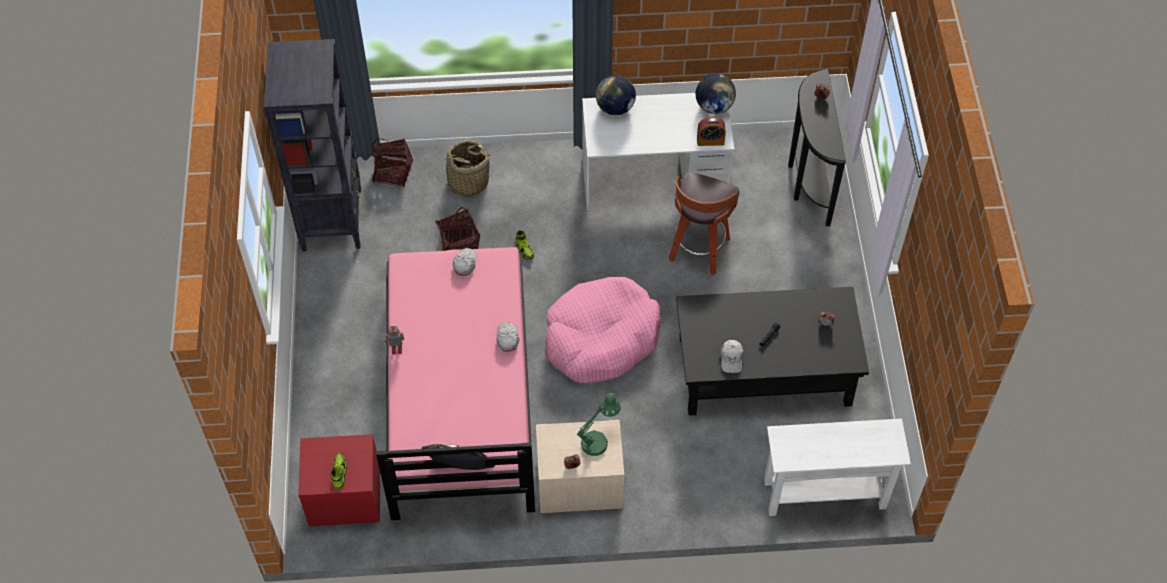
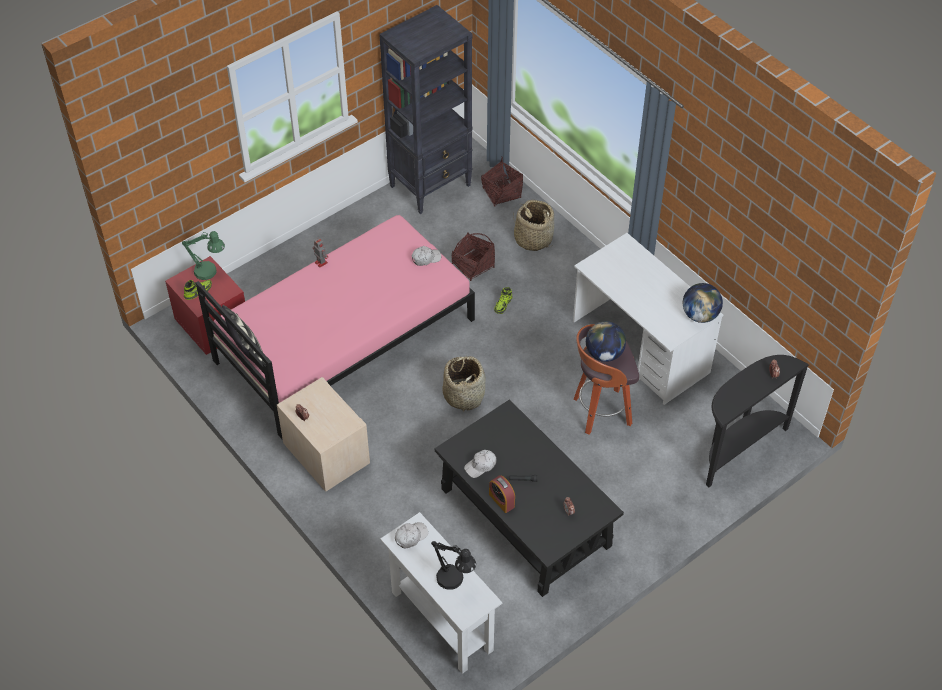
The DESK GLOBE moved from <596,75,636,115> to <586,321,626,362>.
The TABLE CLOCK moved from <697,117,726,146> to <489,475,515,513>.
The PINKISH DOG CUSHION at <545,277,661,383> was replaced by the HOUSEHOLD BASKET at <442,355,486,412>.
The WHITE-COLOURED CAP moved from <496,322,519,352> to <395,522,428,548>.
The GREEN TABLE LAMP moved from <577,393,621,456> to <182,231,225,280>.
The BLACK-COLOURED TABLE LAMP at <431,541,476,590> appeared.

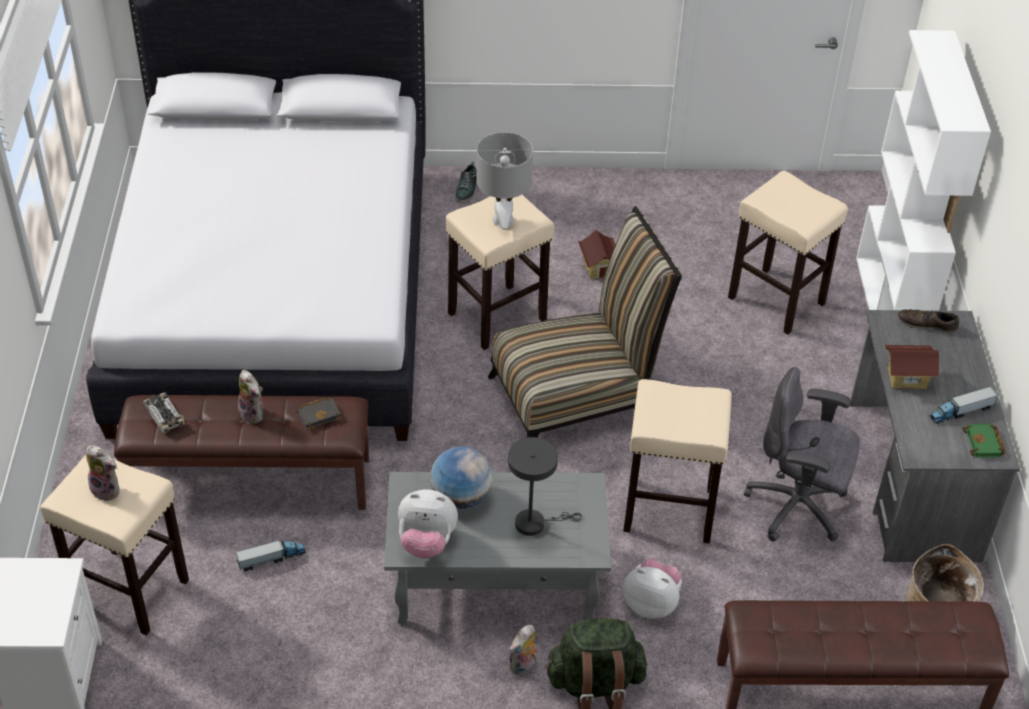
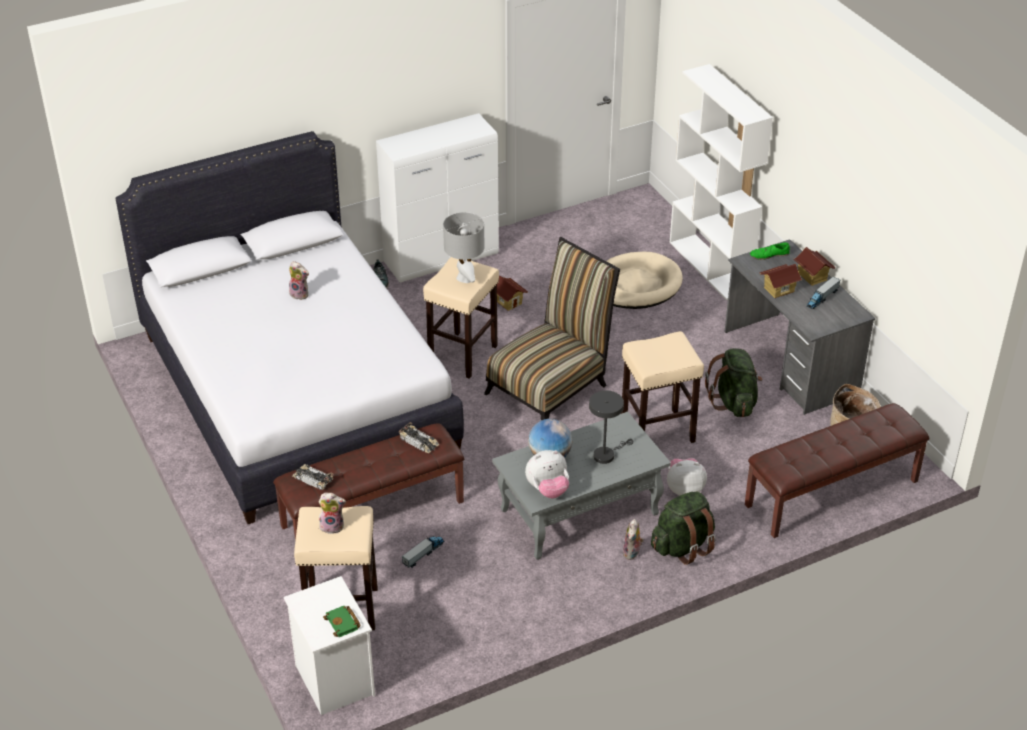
The BEIGE-COLOURED STOOL at <728,171,848,335> was replaced by the BEIGE-COLOURED DOG CUSHION at <607,252,683,309>.
The BROWN ITEM OF FOOTWEAR at <898,309,959,333> became the GREEN ITEM OF FOOTWEAR at <750,242,790,260>.
The GREYISH OFFICE CHAIR at <744,367,860,541> was replaced by the GREEN KNAPSACK at <705,348,762,417>.
The SOFT TOY moved from <238,370,263,424> to <288,261,309,300>.
The BLACK-COLOURED BOUND BOOK at <297,397,341,430> was replaced by the MINIATURE CAR at <399,422,439,453>.
The GREEN BOUND BOOK moved from <962,424,1006,458> to <323,606,361,637>.
The WHITE-COLOURED CABINET at <376,113,499,283> appeared.
The MINIATURE HOUSE at <794,247,836,286> appeared.

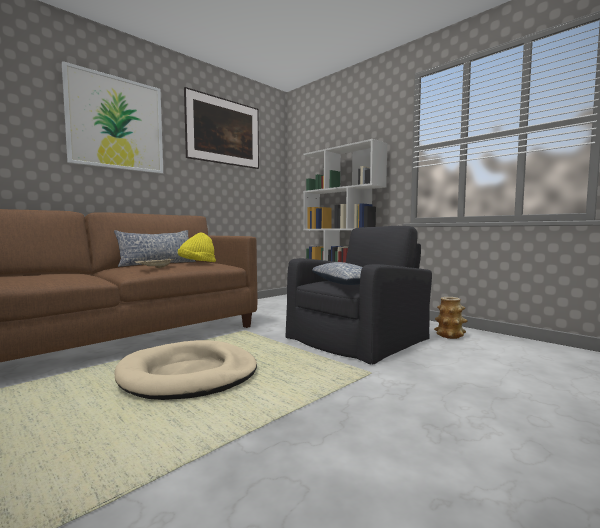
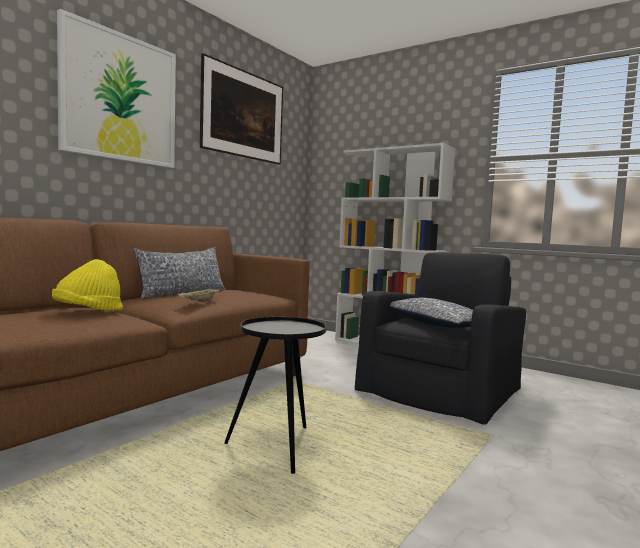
The YELLOW WEARABLE HAT moved from <178,232,216,262> to <52,259,123,311>.
The VASE at <434,297,468,339> disappeared.
The BEIGE-COLOURED DOG CUSHION at <114,340,257,400> was replaced by the BLACK-COLOURED ACCENT TABLE at <224,317,326,474>.

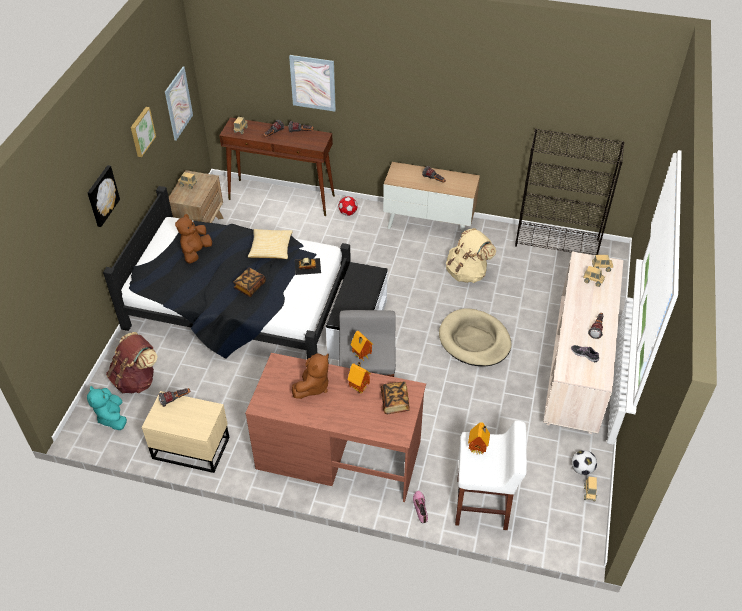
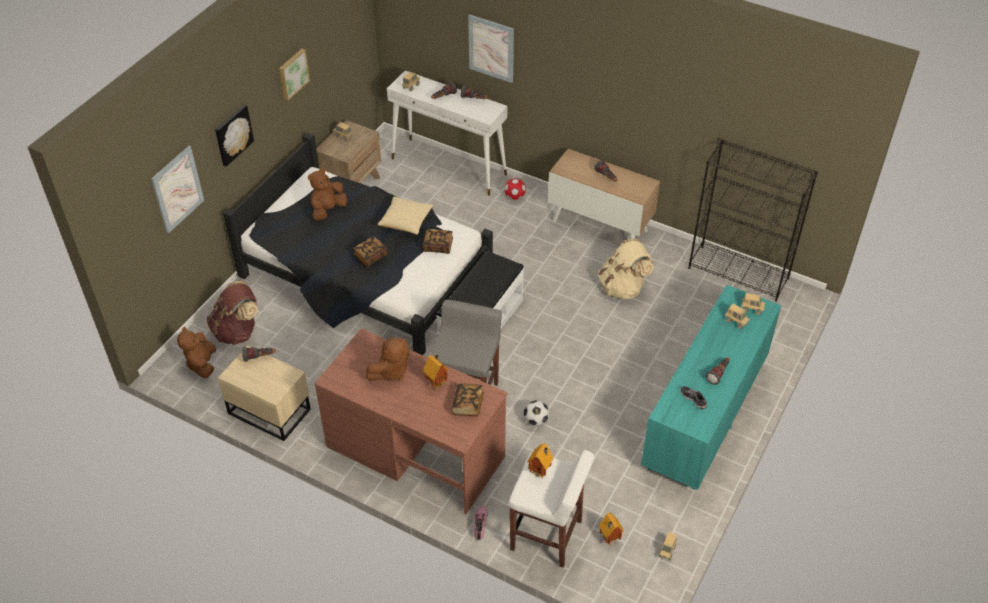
The WALL ART moved from <165,67,193,141> to <151,146,204,234>.
The BROWN NARROW TABLE at <219,117,335,216> became the WHITE-COLOURED NARROW TABLE at <387,71,507,196>.
The BEIGE-COLOURED DRAWER CHEST at <543,252,623,434> became the TURQUOISE DRAWER CHEST at <641,285,781,490>.
The MINIATURE CAR at <295,258,321,275> was replaced by the BOUND BOOK at <423,229,453,254>.
The BEIGE-COLOURED DOG CUSHION at <439,308,512,366> disappeared.
The MINIATURE HOUSE moved from <350,330,373,361> to <599,513,624,546>.
The TURQUOISE SOFT TOY at <87,386,127,430> became the BROWN SOFT TOY at <177,327,216,378>.
The FOOTBALL moved from <572,450,597,475> to <524,400,549,426>.

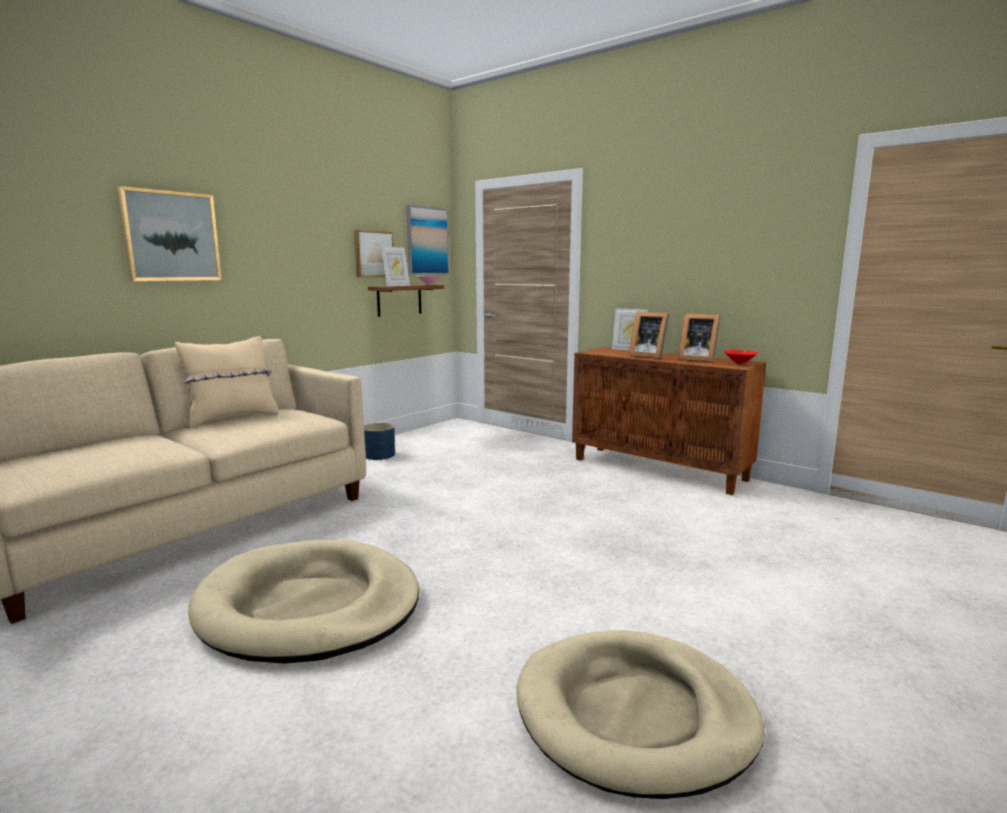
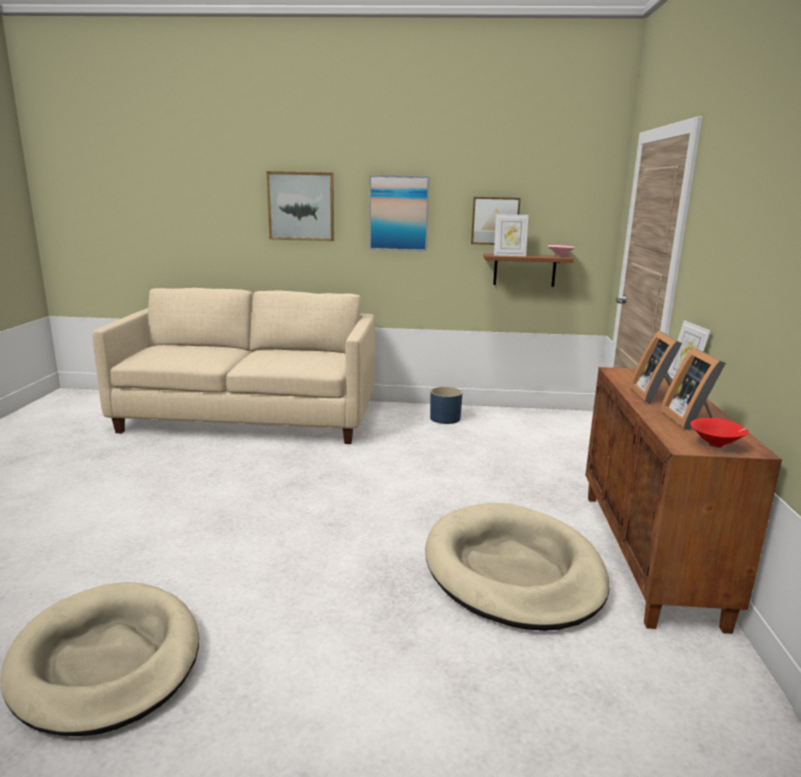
The WALL ART moved from <406,205,449,275> to <369,175,429,251>.
The BEIGE-COLOURED PILLOW at <175,336,278,427> disappeared.
The BEIGE-COLOURED DOG CUSHION moved from <188,540,419,664> to <425,503,609,631>.

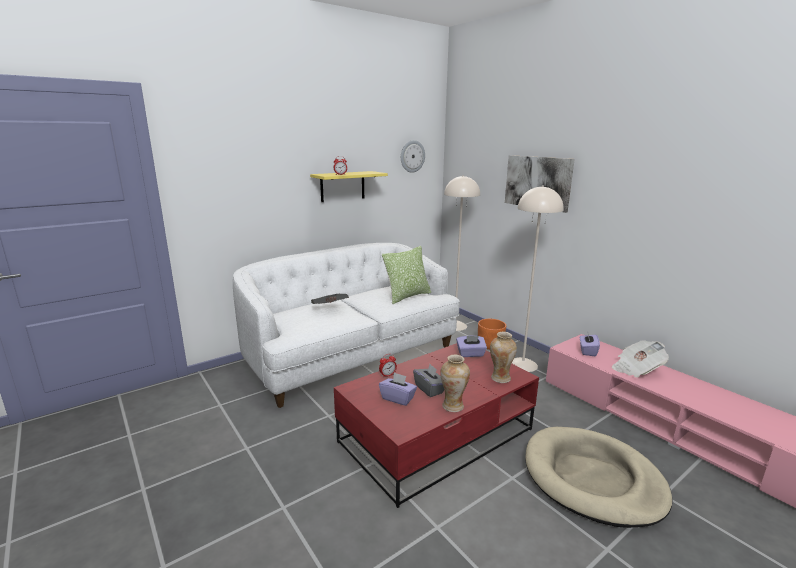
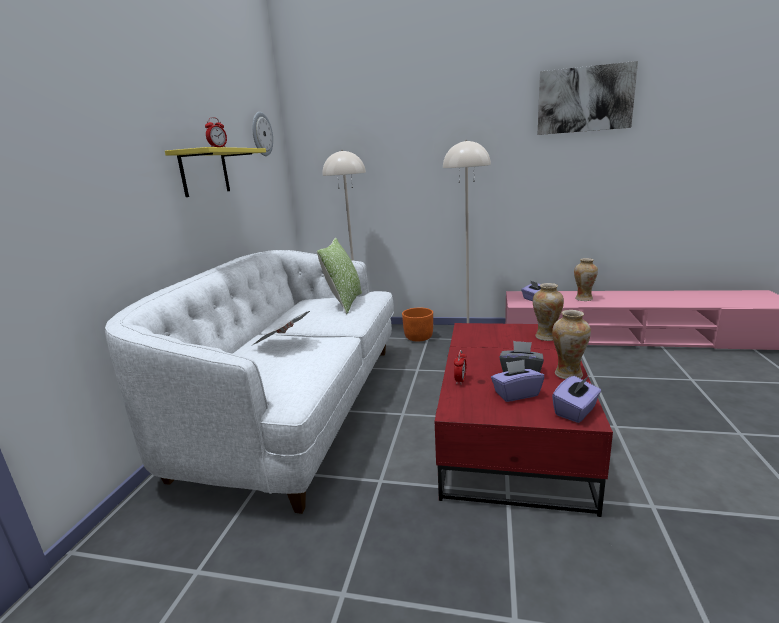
The WALL ART moved from <505,155,575,213> to <537,61,638,135>.
The PURPLISH TISSUE BOX moved from <456,336,487,357> to <552,376,601,423>.
The NEWSPAPER at <612,340,669,378> was replaced by the VASE at <574,258,598,301>.
The BEIGE-COLOURED DOG CUSHION at <525,427,673,528> disappeared.

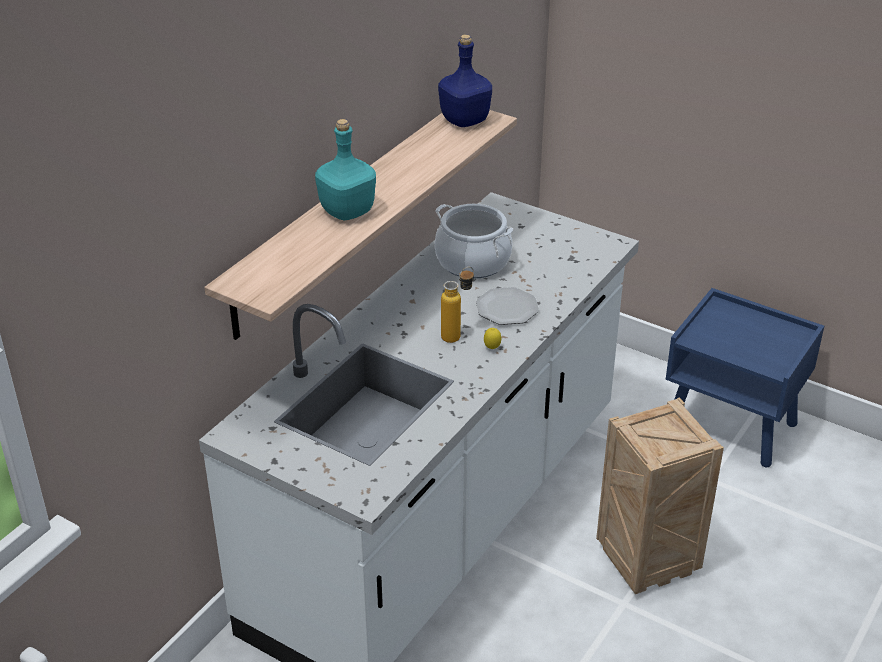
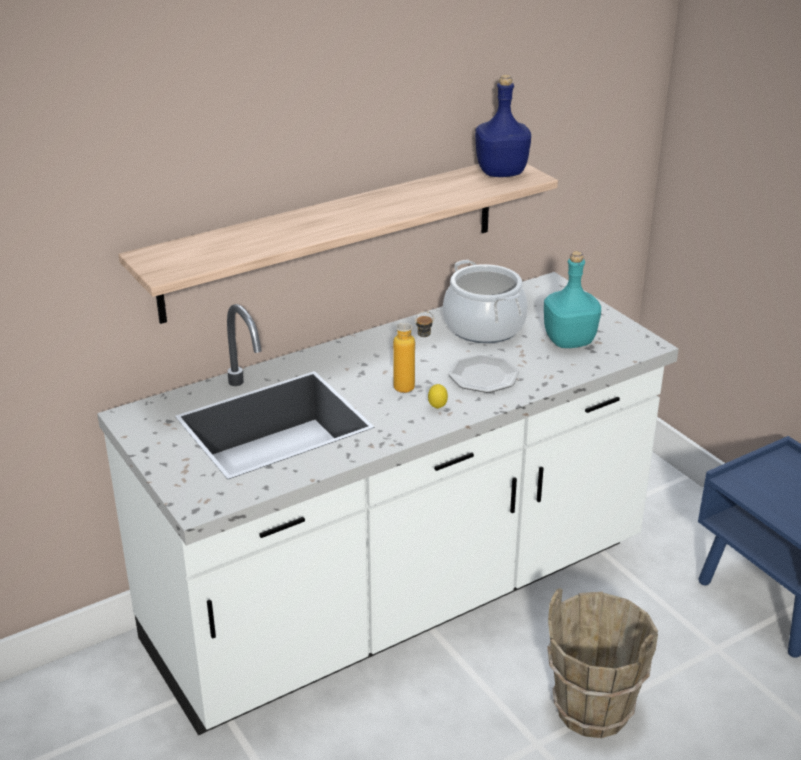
The TURQUOISE BOTTLE moved from <315,119,376,221> to <544,251,601,348>.
The CRATE at <596,397,724,594> was replaced by the BROWN WATER BUCKET at <547,588,658,738>.

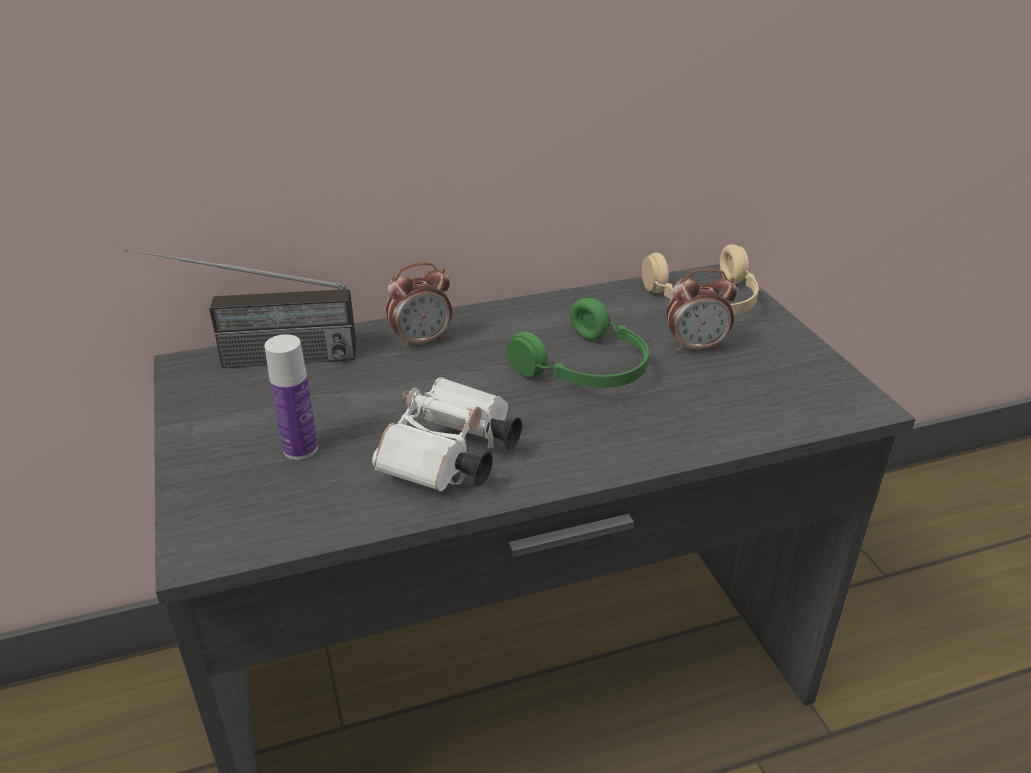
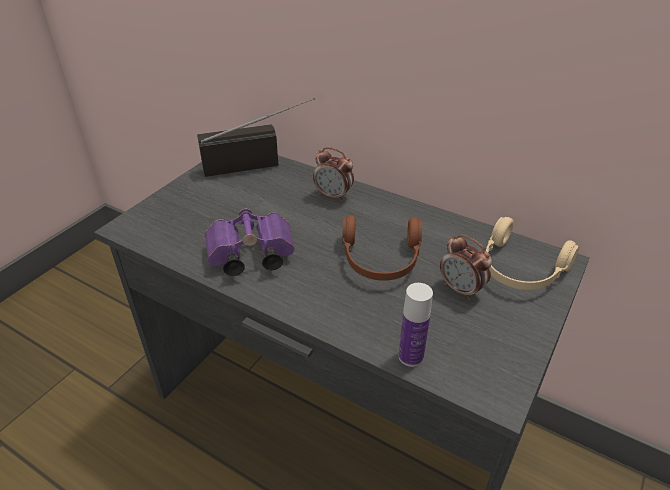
The RADIO RECEIVER at <125,248,356,368> turned 120 degrees clockwise.
The GREEN HEADSET at <506,298,649,388> became the BROWN HEADSET at <342,215,422,281>.
The BOTTLE moved from <264,334,318,460> to <398,283,433,367>.
The WHITE-COLOURED BINOCULARS at <372,377,522,491> became the PURPLISH BINOCULARS at <205,209,294,276>.

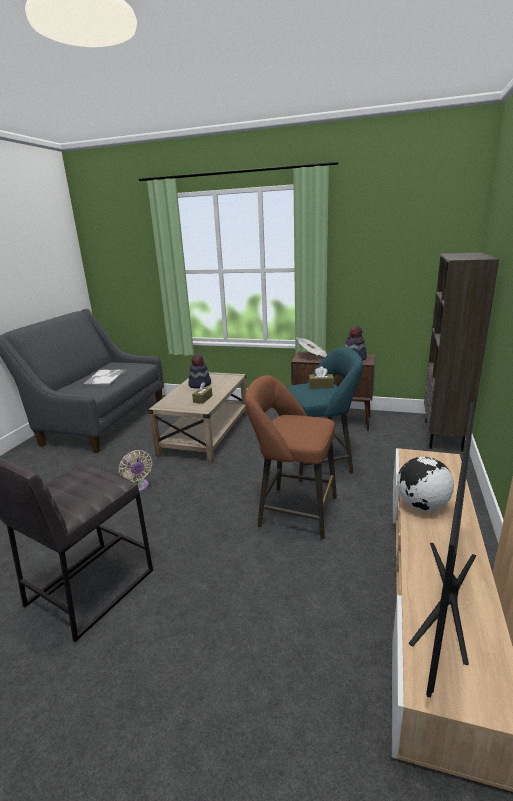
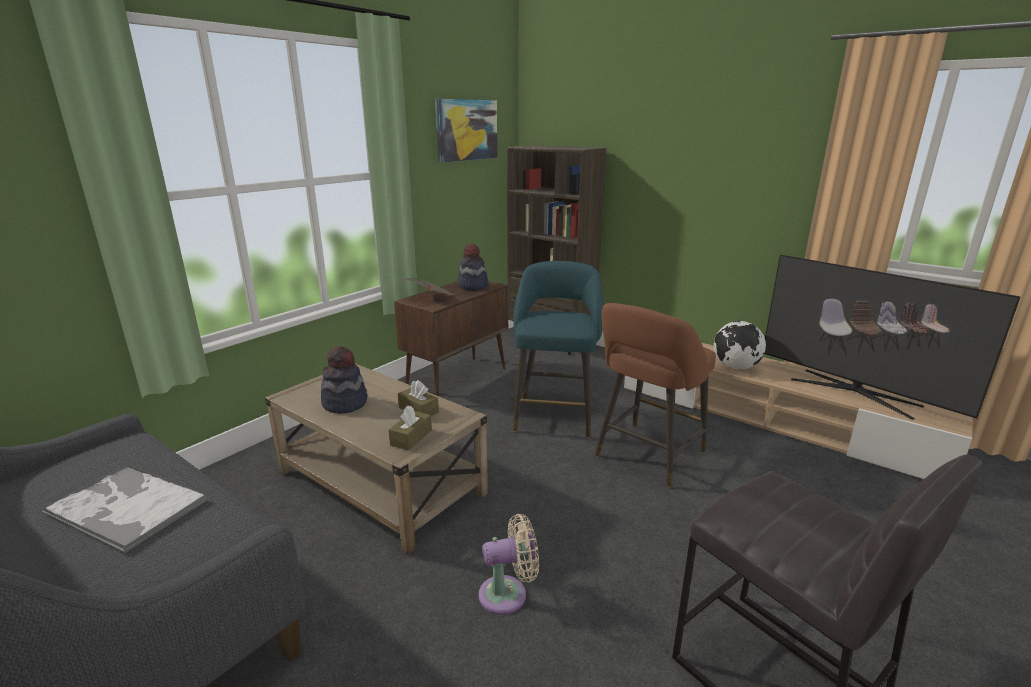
The BROWN TISSUE BOX moved from <309,366,334,389> to <389,406,432,451>.
The WALL ART at <435,98,498,163> appeared.

